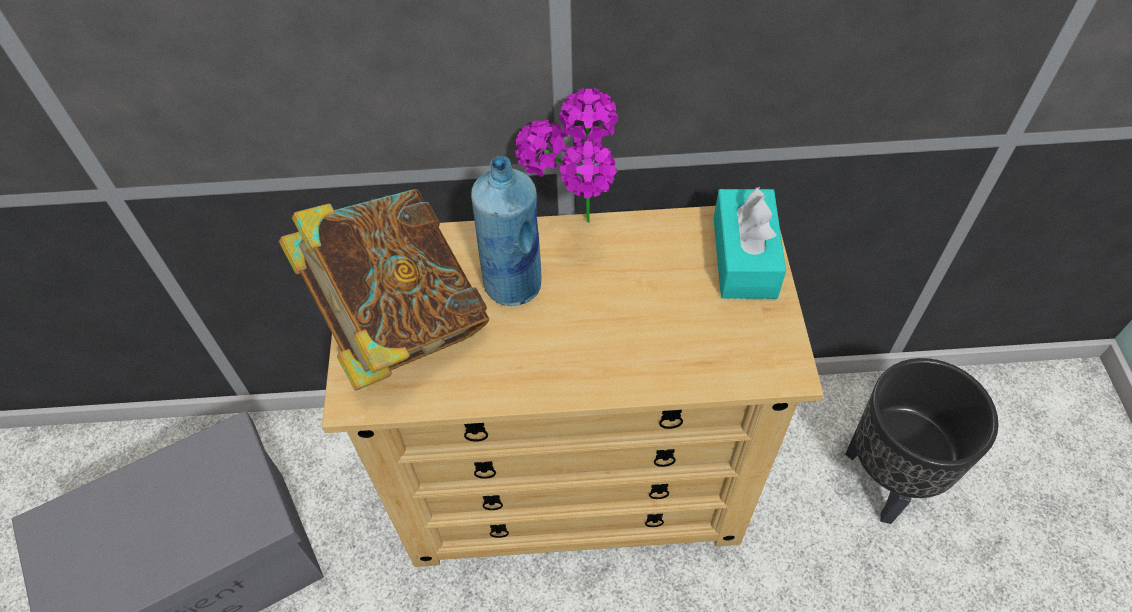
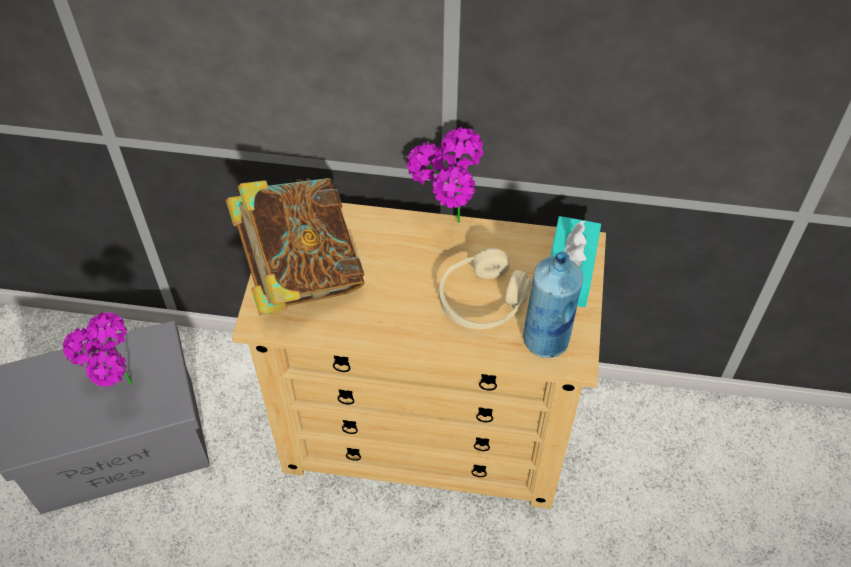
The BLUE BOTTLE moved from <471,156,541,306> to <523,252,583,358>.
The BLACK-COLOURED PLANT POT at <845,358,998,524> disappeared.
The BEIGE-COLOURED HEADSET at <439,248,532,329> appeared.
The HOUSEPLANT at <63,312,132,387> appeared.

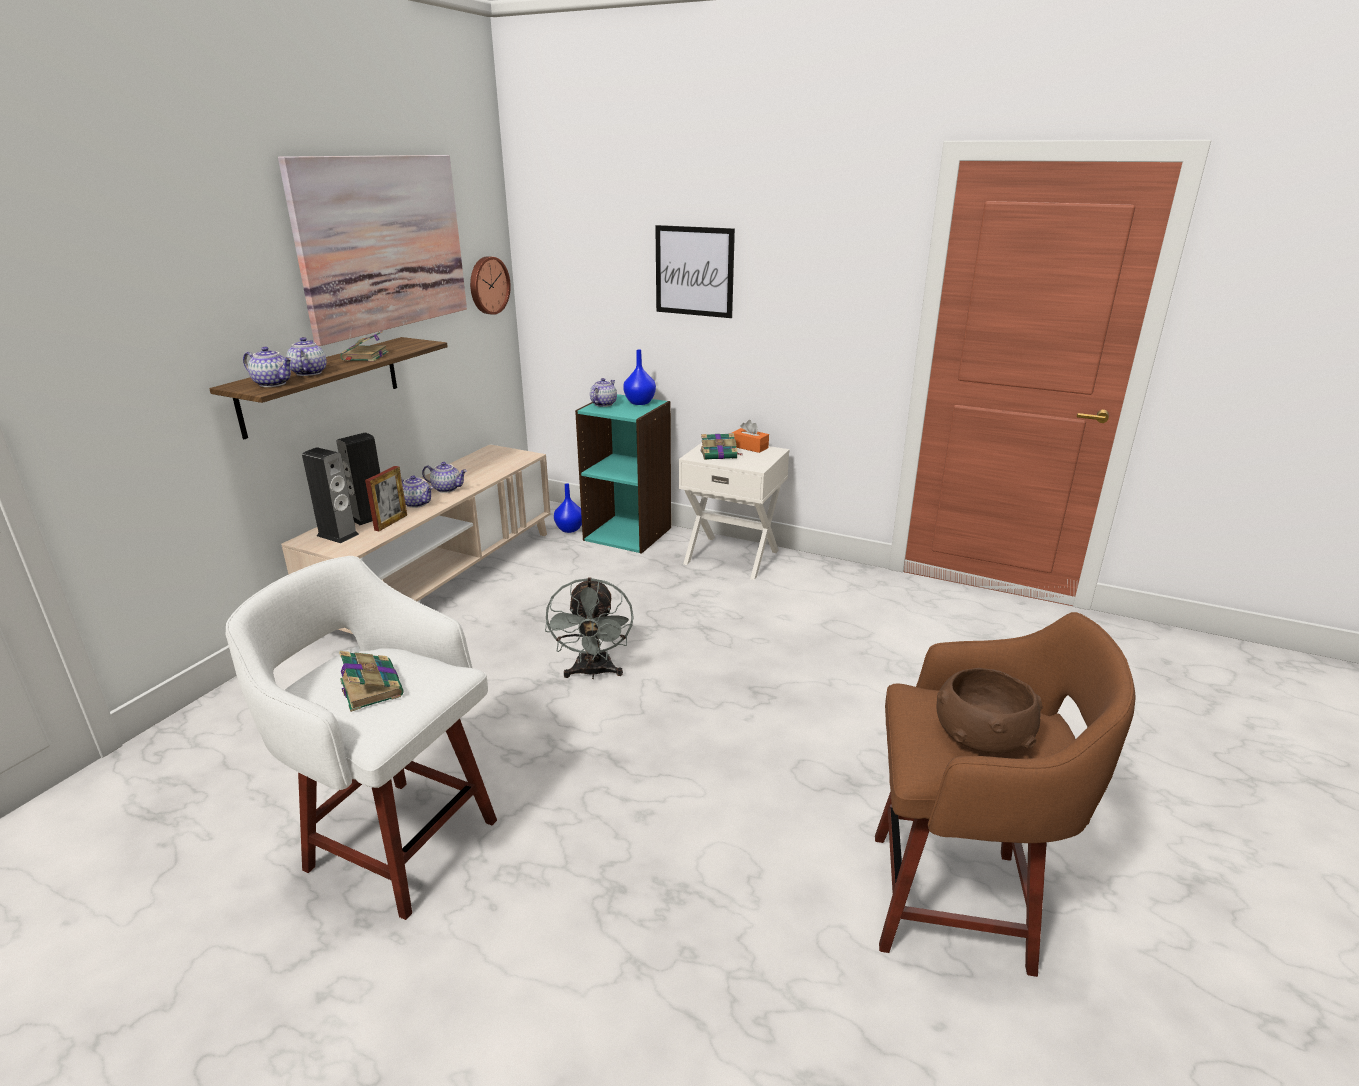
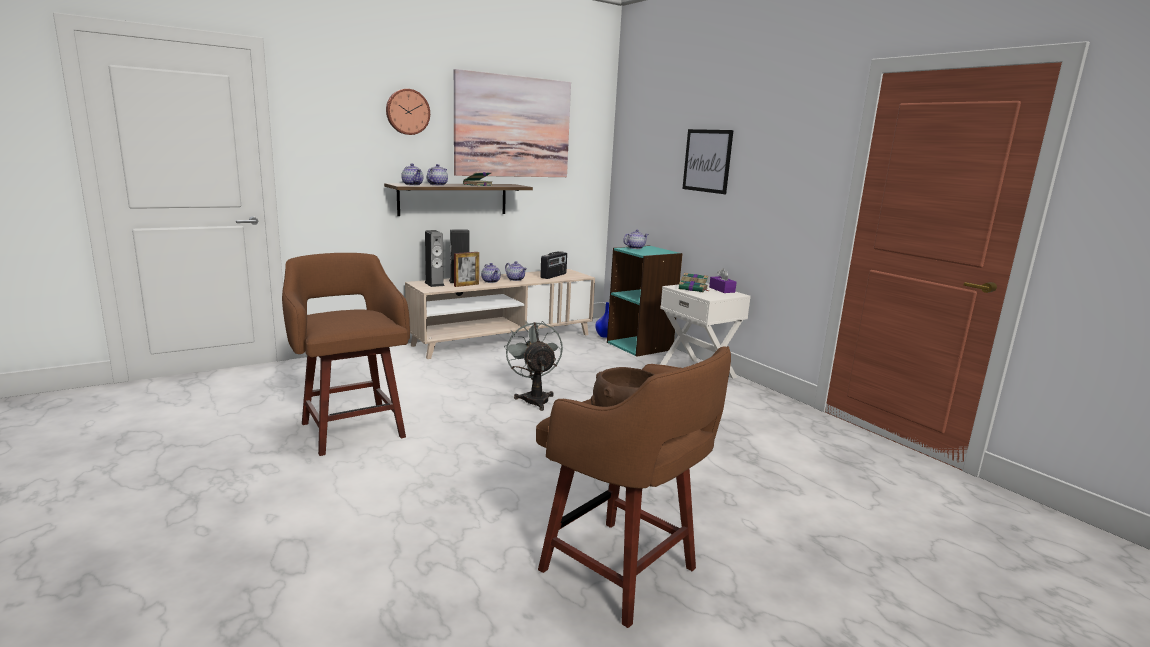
The CLOCK ON THE WALL moved from <470,256,511,315> to <386,89,430,135>.
The BLUE VASE at <623,350,656,405> disappeared.
The ORANGE-COLOURED TISSUE BOX at <732,420,769,453> became the PURPLISH TISSUE BOX at <709,269,737,293>.
The WHITE-COLOURED STOOL at <225,556,497,920> became the BROWN STOOL at <282,253,410,456>.
The GREYISH FAN at <545,577,633,679> turned 135 degrees clockwise.
The BOUND BOOK at <339,651,404,712> disappeared.
The RADIO RECEIVER at <540,251,567,279> appeared.

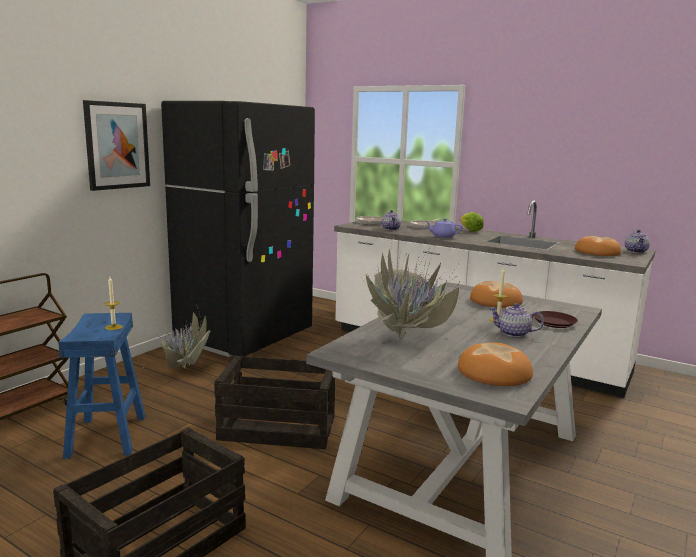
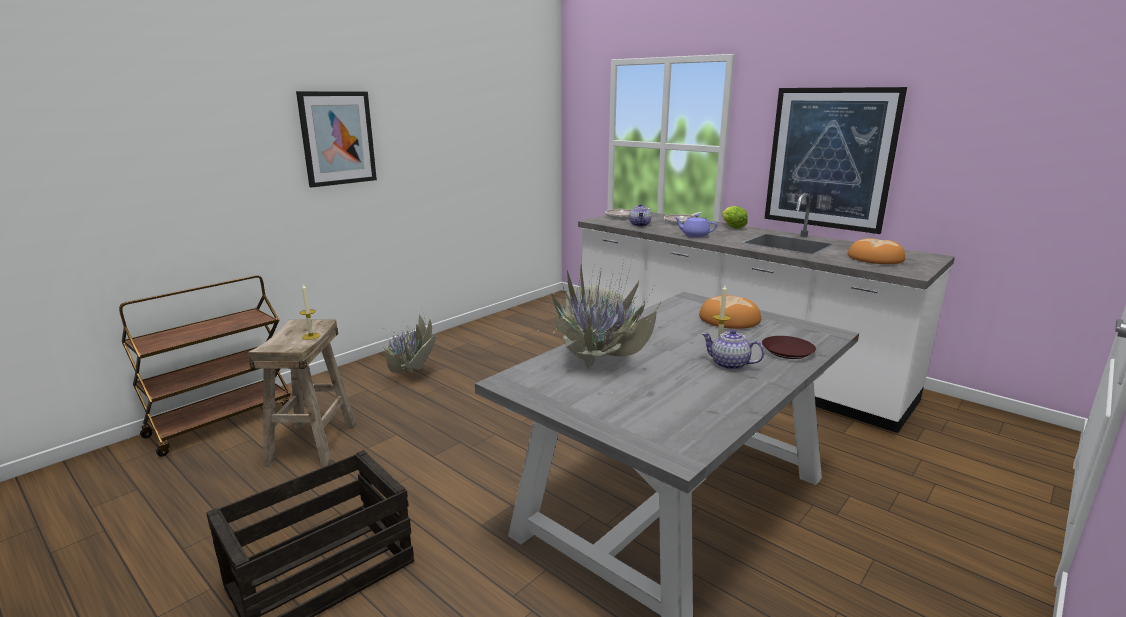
The BLACK-COLOURED KITCHEN FRIDGE at <161,101,315,357> disappeared.
The TEAPOT at <625,230,650,253> disappeared.
The BLUE STOOL at <58,313,145,459> became the BEIGE-COLOURED STOOL at <248,319,356,468>.
The BAKERY BREAD at <458,342,533,386> disappeared.
The CRATE at <214,356,335,449> disappeared.
The WALL ART at <764,87,907,234> appeared.

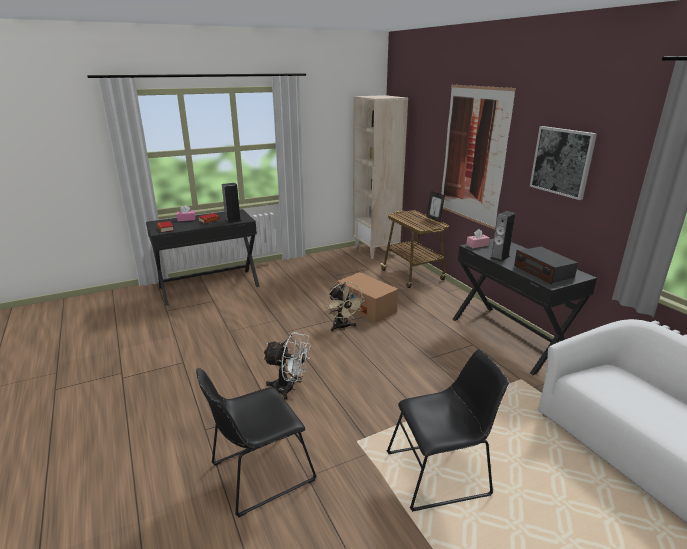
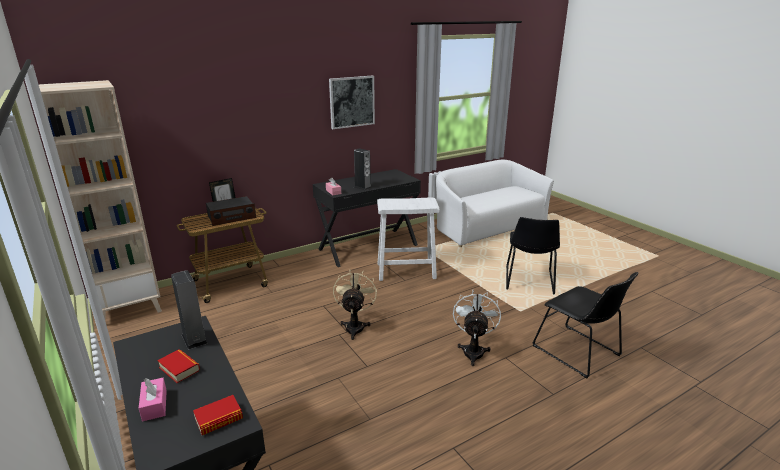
The WALL ART at <442,85,516,230> disappeared.
The RADIO RECEIVER moved from <514,247,578,284> to <206,196,256,226>.
The CARTON at <337,272,399,323> disappeared.
The BEIGE-COLOURED FAN at <325,282,366,331> turned 60 degrees counterclockwise.
The BLACK-COLOURED CHAIR at <387,349,509,512> turned 150 degrees counterclockwise.
The WHITE-COLOURED STOOL at <377,197,440,281> appeared.

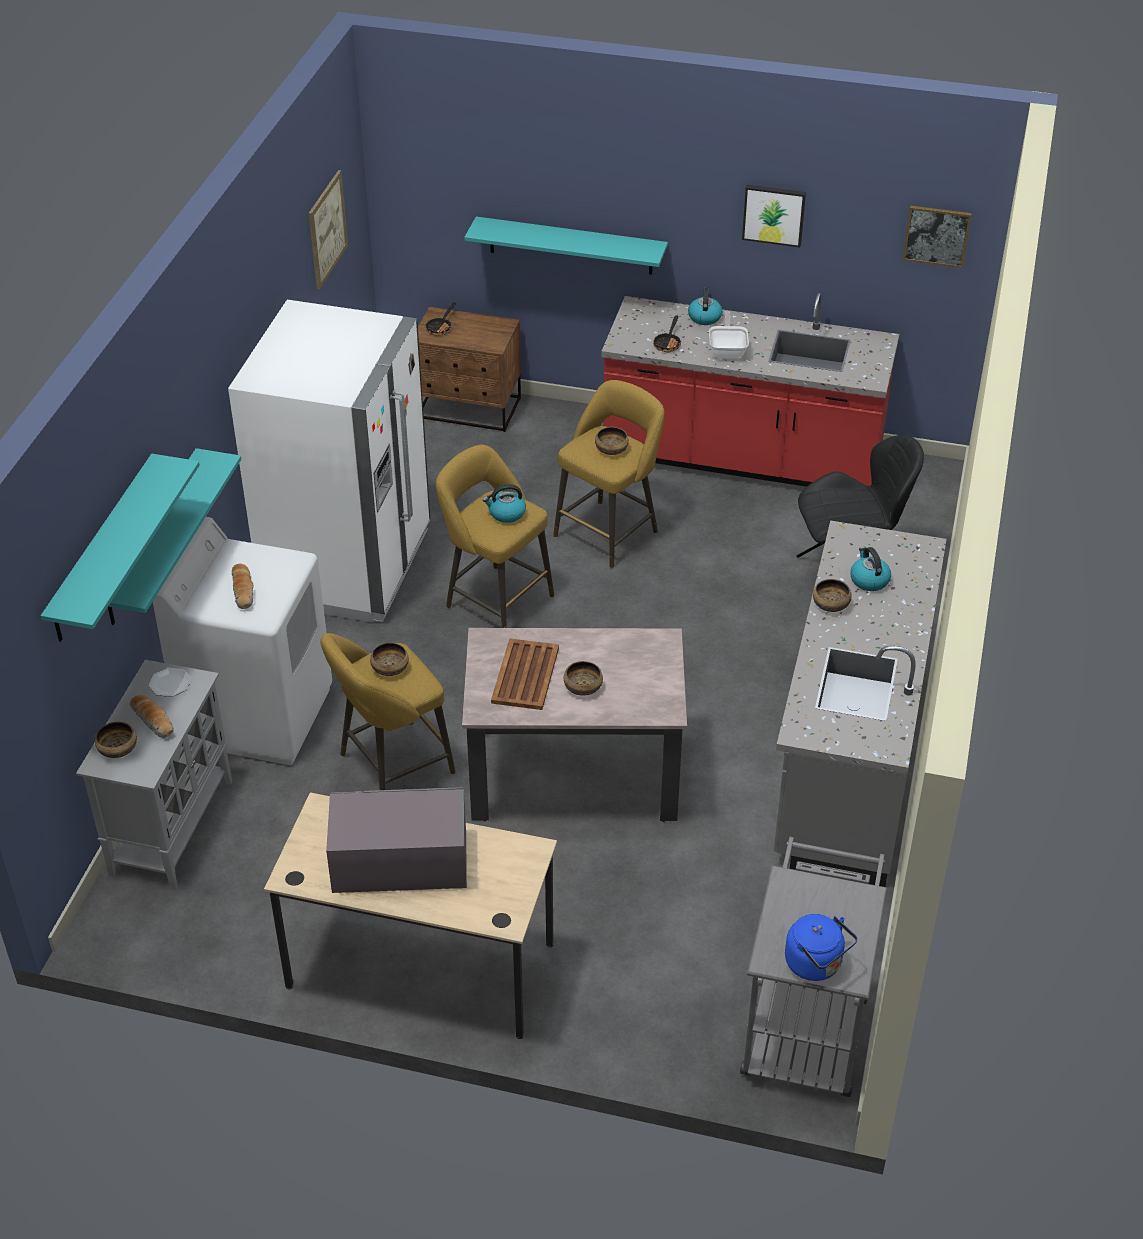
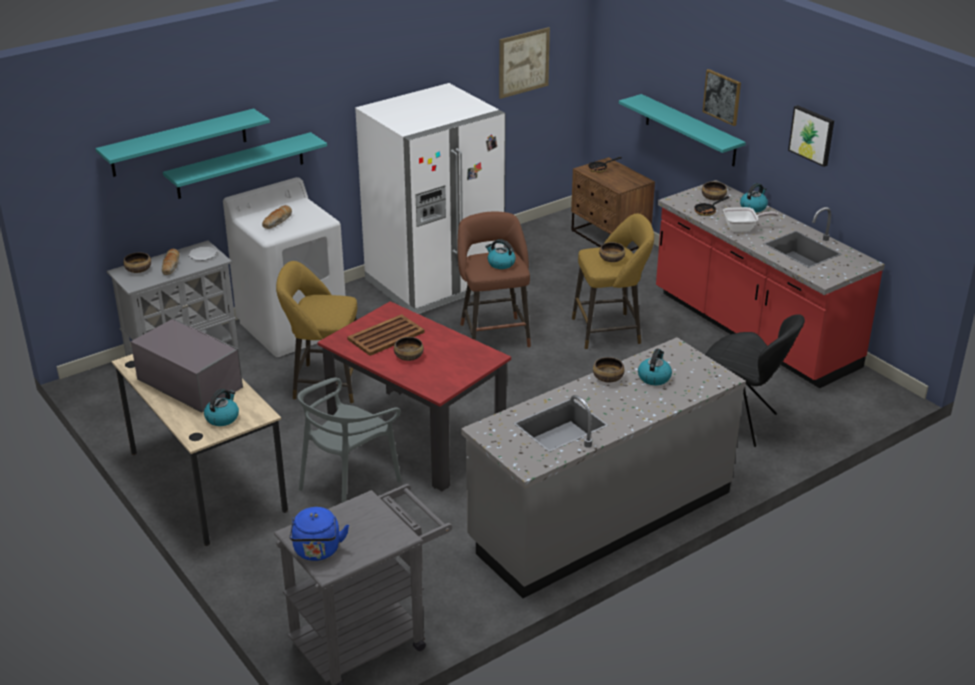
The WALL ART moved from <903,206,972,268> to <702,69,741,126>.
The PAN at <709,311,749,359> turned 45 degrees clockwise.
The YELLOW STOOL at <436,445,554,628> became the BROWN STOOL at <458,212,531,348>.
The BEIGE-COLOURED KITCHEN TABLE at <462,628,687,822> became the RED-COLOURED KITCHEN TABLE at <317,301,511,491>.
The DEEP DISH moved from <370,642,409,676> to <702,182,727,200>.
The GREYISH CHAIR at <298,377,402,503> appeared.
The WATER KETTLE at <204,389,239,426> appeared.

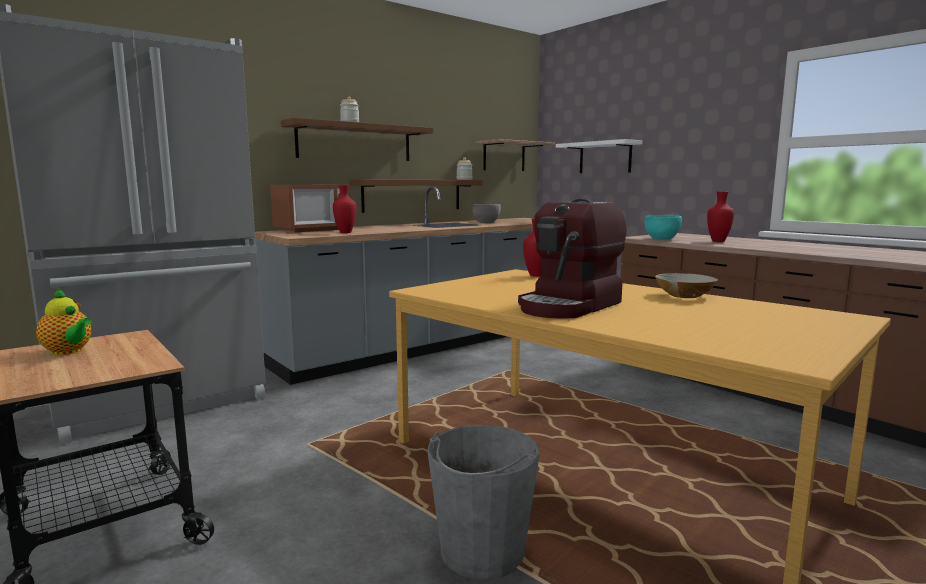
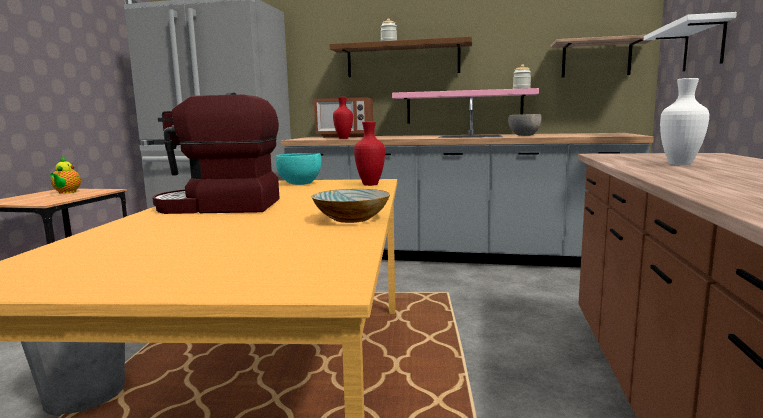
The BROWN WALL SHELF at <350,180,483,213> became the PINKISH WALL SHELF at <392,88,539,123>.
The RED-COLOURED VASE at <707,191,734,242> became the WHITE-COLOURED VASE at <660,78,709,165>.
The TURQUOISE DEEP DISH moved from <645,215,682,240> to <276,153,321,185>.

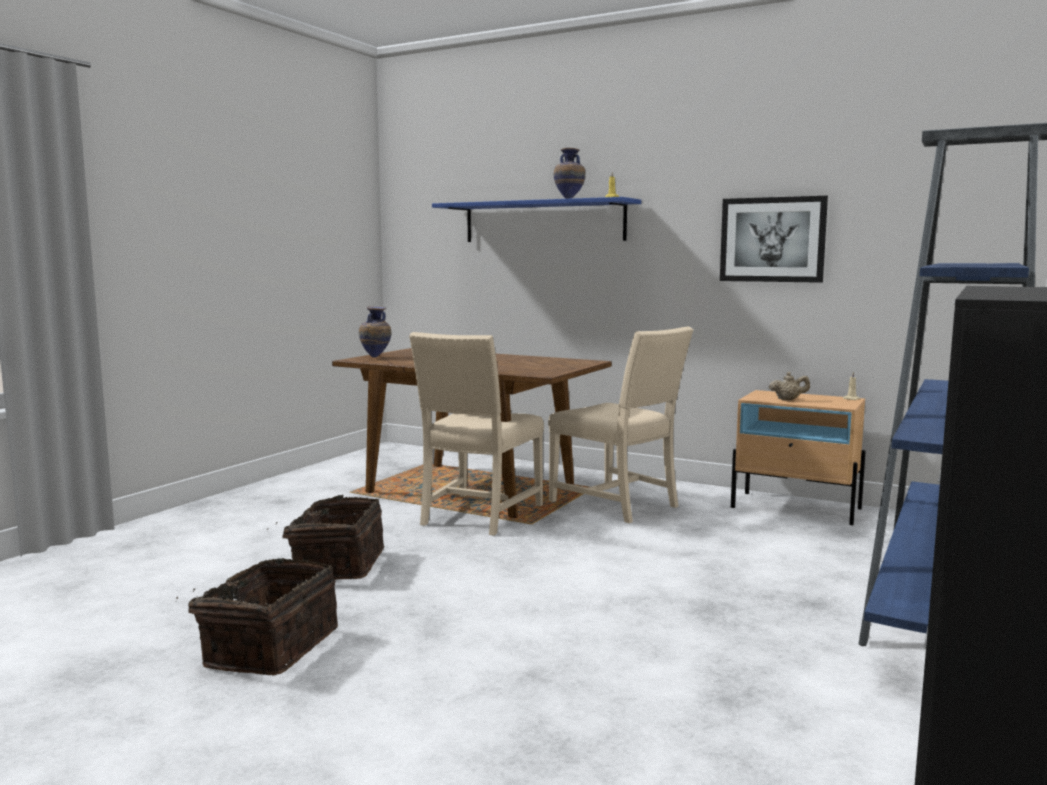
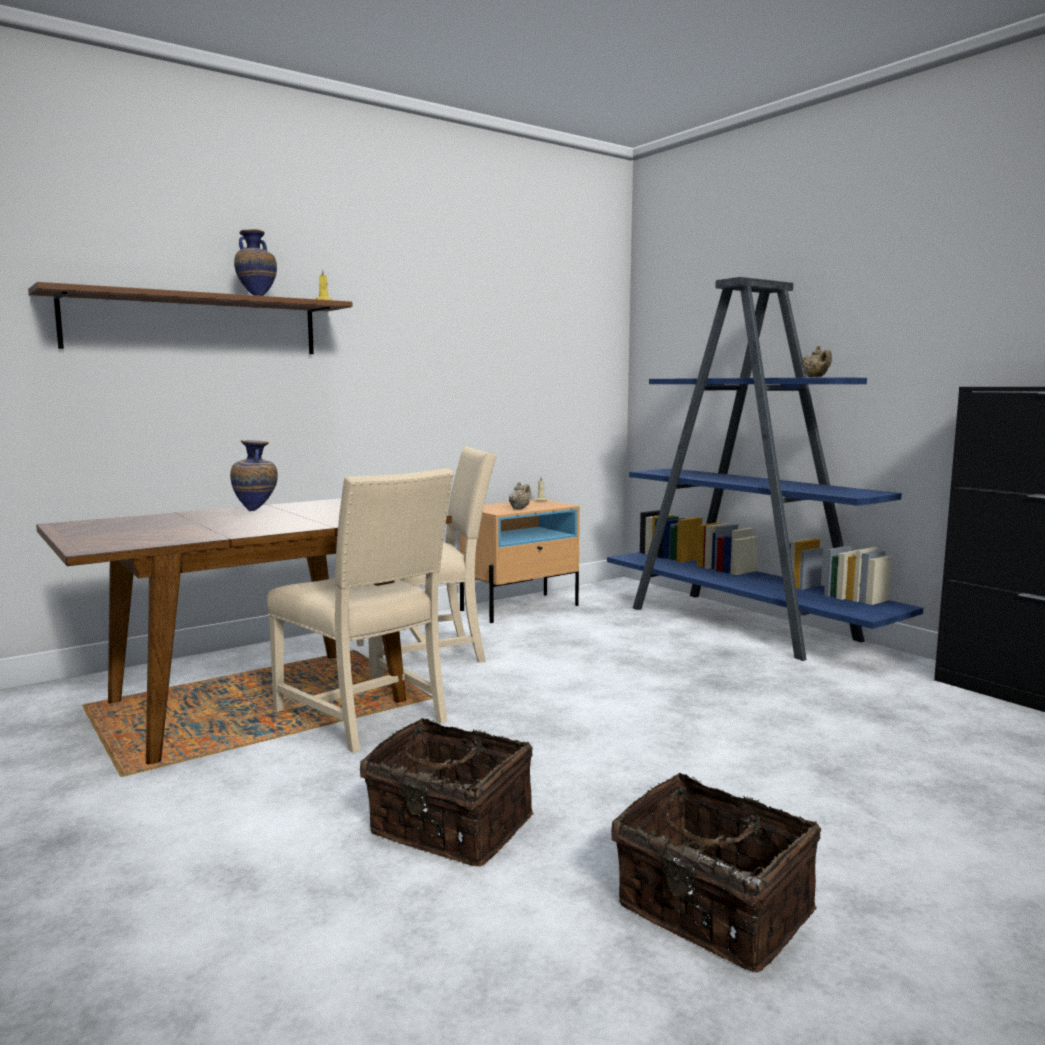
The WALL ART at <720,196,828,283> disappeared.
The BLUE WALL SHELF at <432,197,641,242> became the BROWN WALL SHELF at <28,282,353,354>.
The VASE moved from <359,306,391,357> to <230,440,278,511>.
The BEIGE-COLOURED TEAPOT at <801,346,832,377> appeared.

